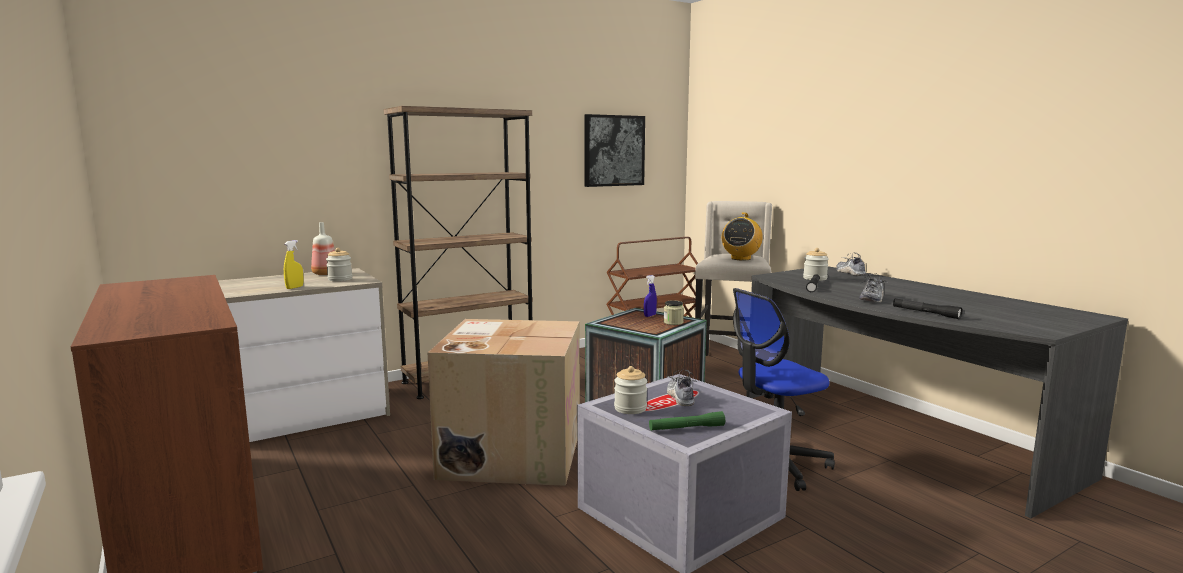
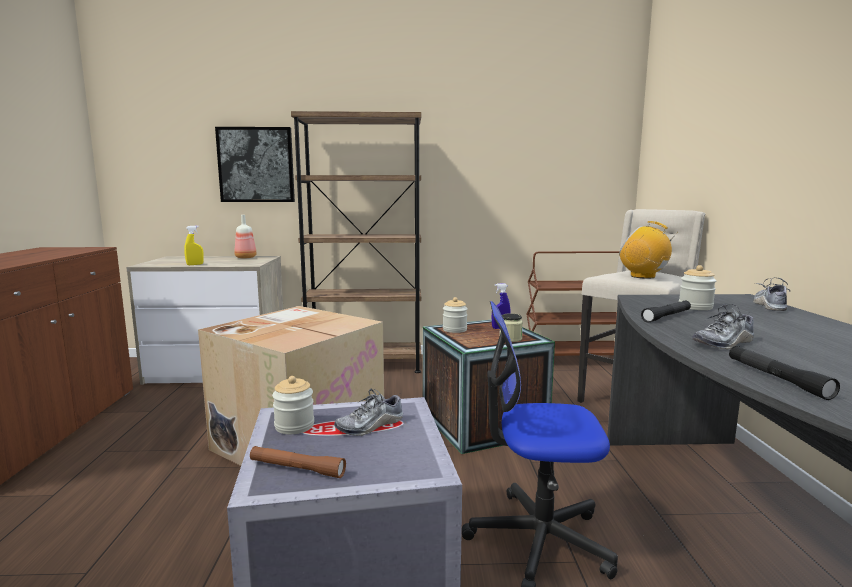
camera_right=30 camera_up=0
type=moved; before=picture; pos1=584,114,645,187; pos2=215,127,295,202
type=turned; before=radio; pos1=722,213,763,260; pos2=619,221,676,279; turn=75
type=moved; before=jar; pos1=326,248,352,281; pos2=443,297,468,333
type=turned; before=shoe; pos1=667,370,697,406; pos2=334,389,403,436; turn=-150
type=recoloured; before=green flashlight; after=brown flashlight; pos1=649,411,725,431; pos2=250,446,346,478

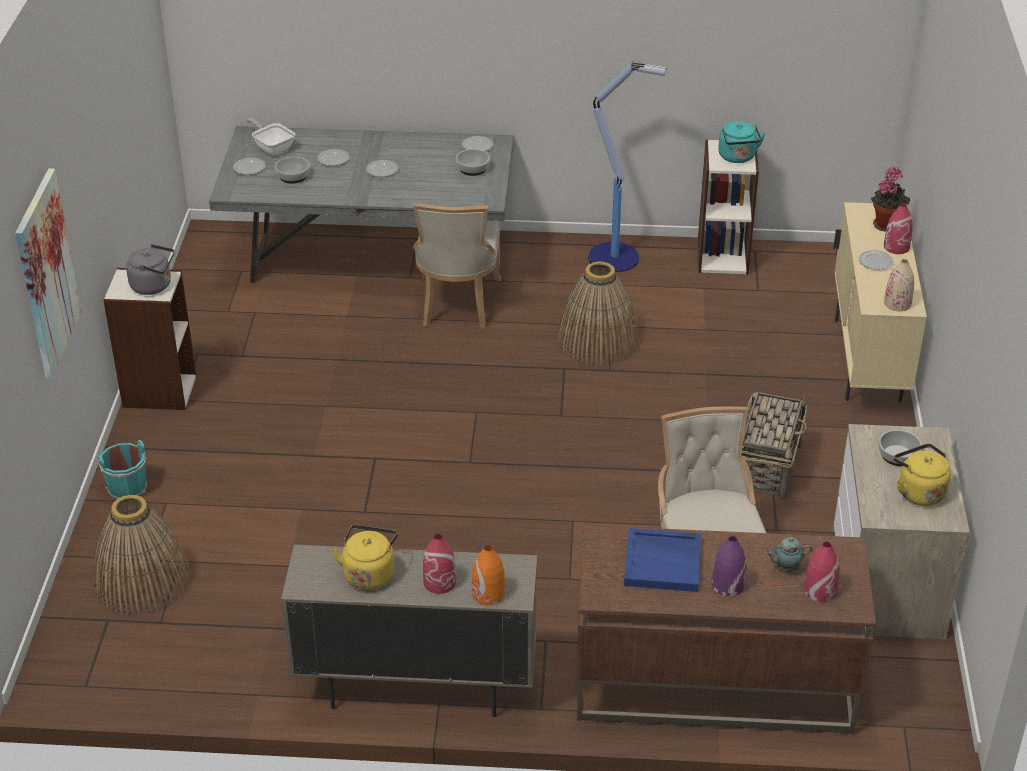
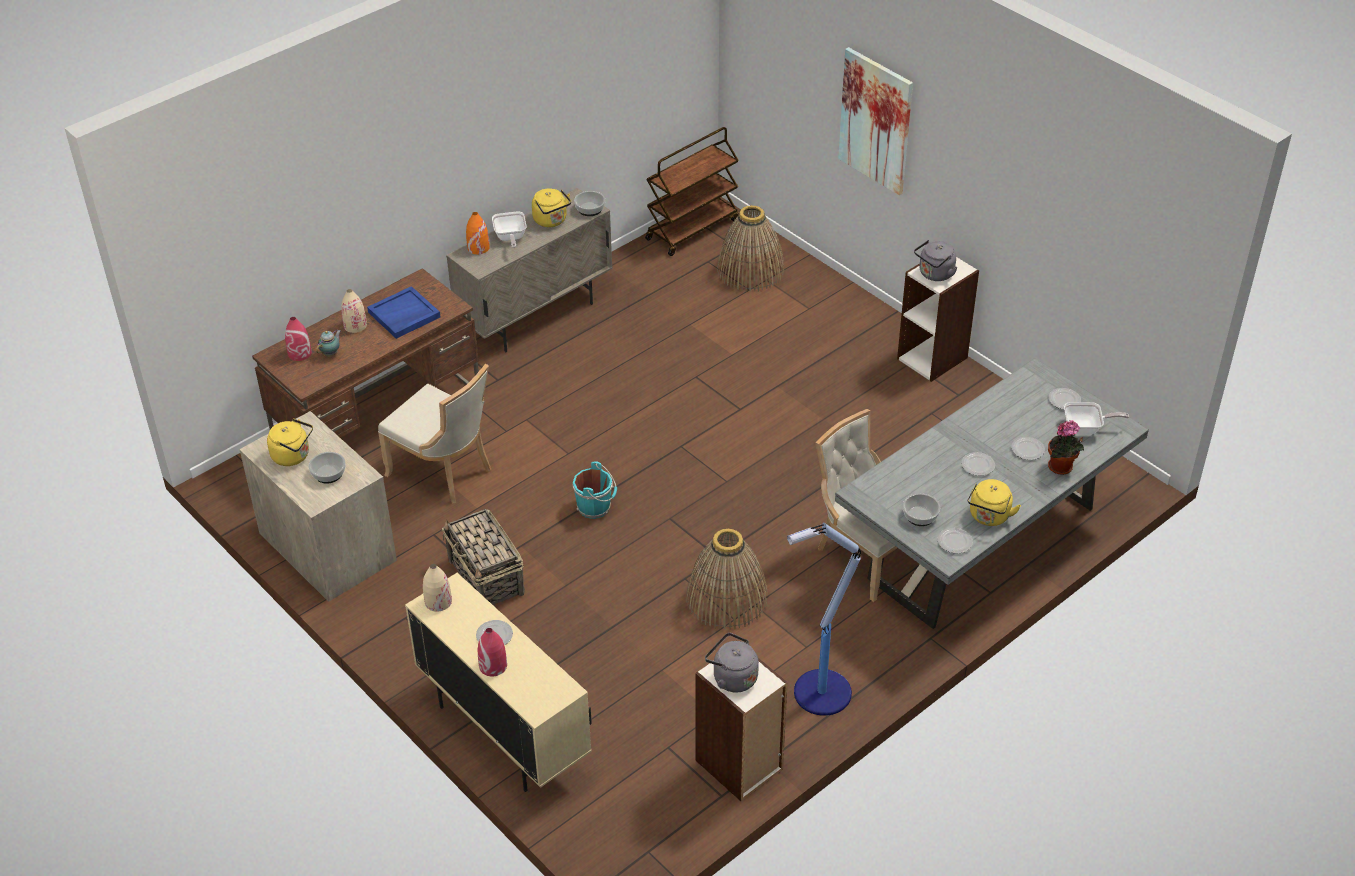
camera_right=135 camera_up=5
type=recoloured; before=turquoise kettle; after=grey kettle; pos1=718,121,765,163; pos2=705,633,759,692
type=moved; before=bowl; pos1=275,157,310,184; pos2=574,191,605,216
type=moved; before=potted plant; pos1=871,167,910,232; pos2=1048,420,1084,475
type=moved; before=turquoise bucket; pos1=95,440,147,500; pos2=573,461,617,519
type=replaced; before=red vase; after=frying pan; pos1=423,534,456,594; pos2=492,211,527,248
type=recoloured; before=purple vase; after=beige vase; pos1=712,536,746,596; pos2=341,289,367,333
type=added; after=brown cart; pos2=645,127,739,256
type=added; after=yellow kettle; pos2=967,479,1021,526

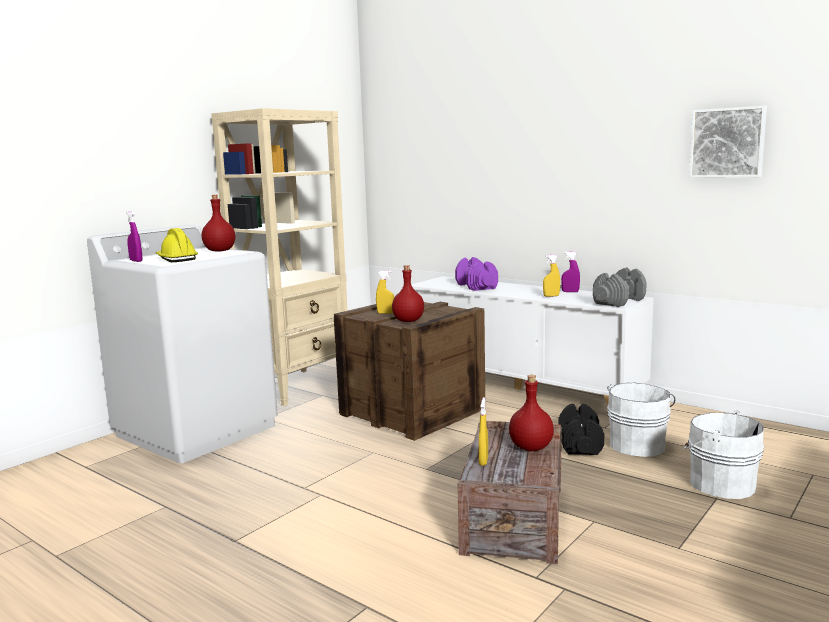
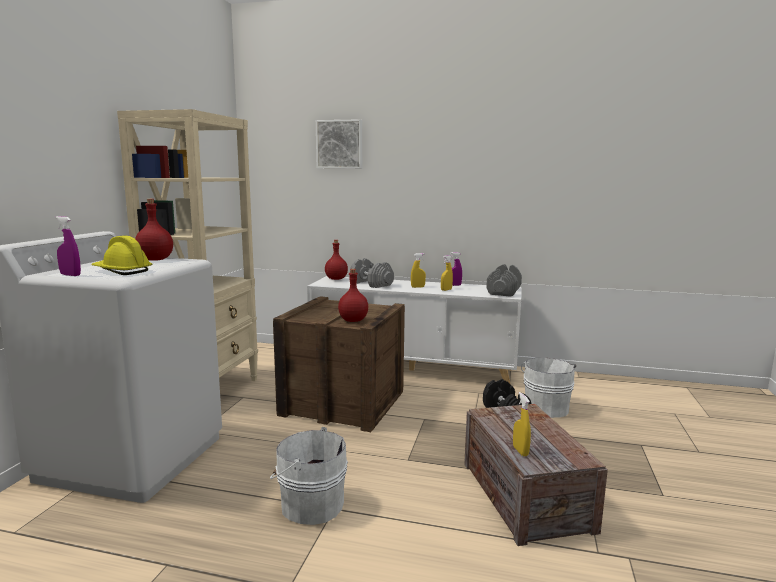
camera_right=-25 camera_up=0
type=moved; before=picture; pos1=689,106,767,178; pos2=316,119,362,169
type=recoloured; before=purple dumbbell; after=grey dumbbell; pos1=455,257,498,291; pos2=350,258,394,288
type=moved; before=yellow spray bottle; pos1=376,270,394,314; pos2=411,253,426,288
type=moved; before=red bottle; pos1=509,375,554,451; pos2=325,240,348,280
type=moved; before=white bucket; pos1=683,410,764,499; pos2=270,427,348,525

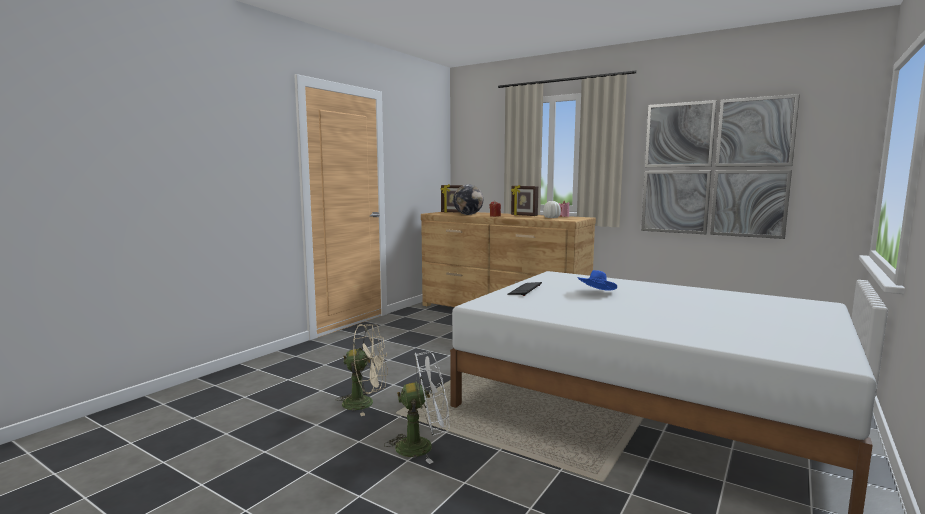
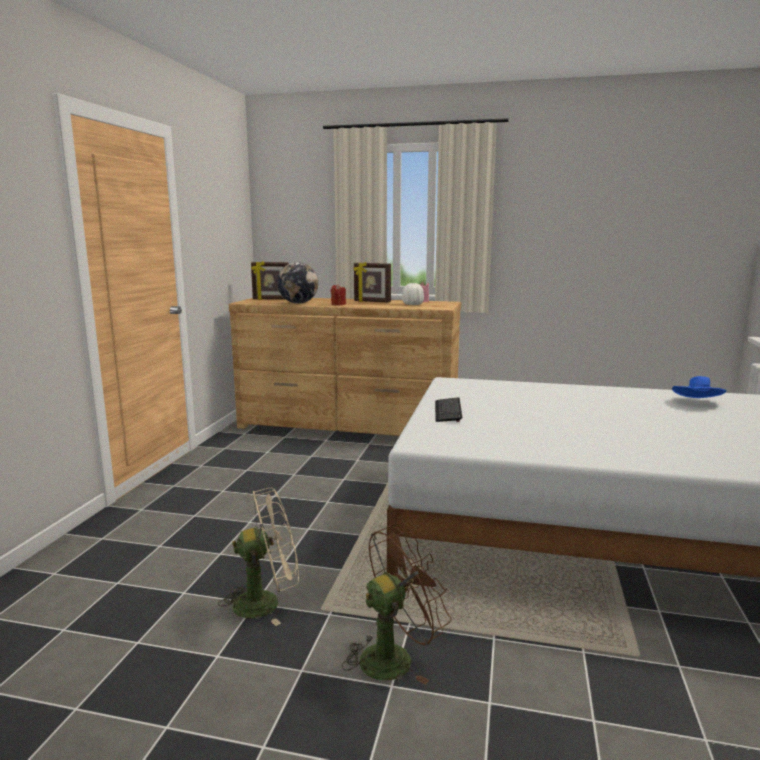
camera_right=-20 camera_up=5
type=removed; before=picture; pos1=641,94,800,239
type=moved; before=blue hat; pos1=577,270,617,291; pos2=672,376,727,398
type=recoloured; before=white fan; after=brown fan; pos1=384,351,449,464; pos2=342,525,452,685

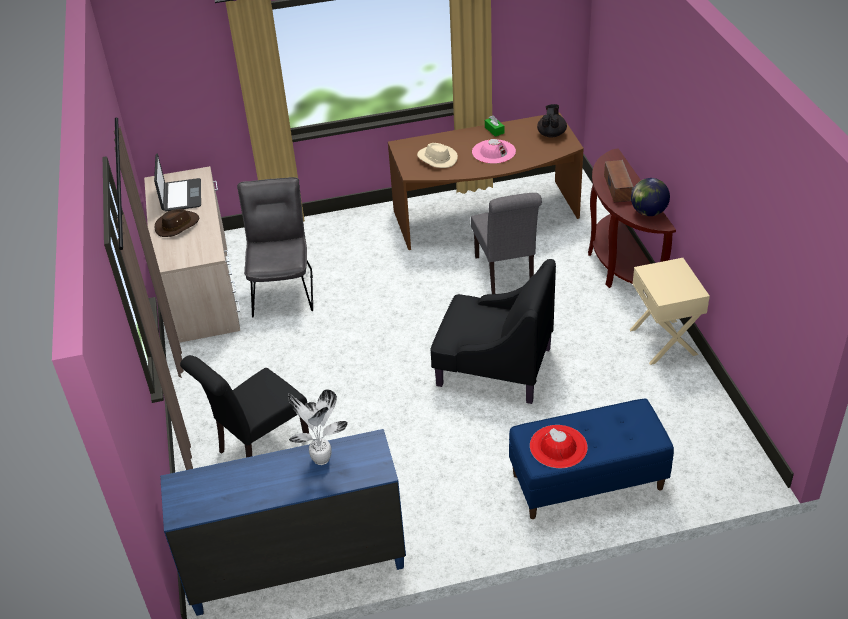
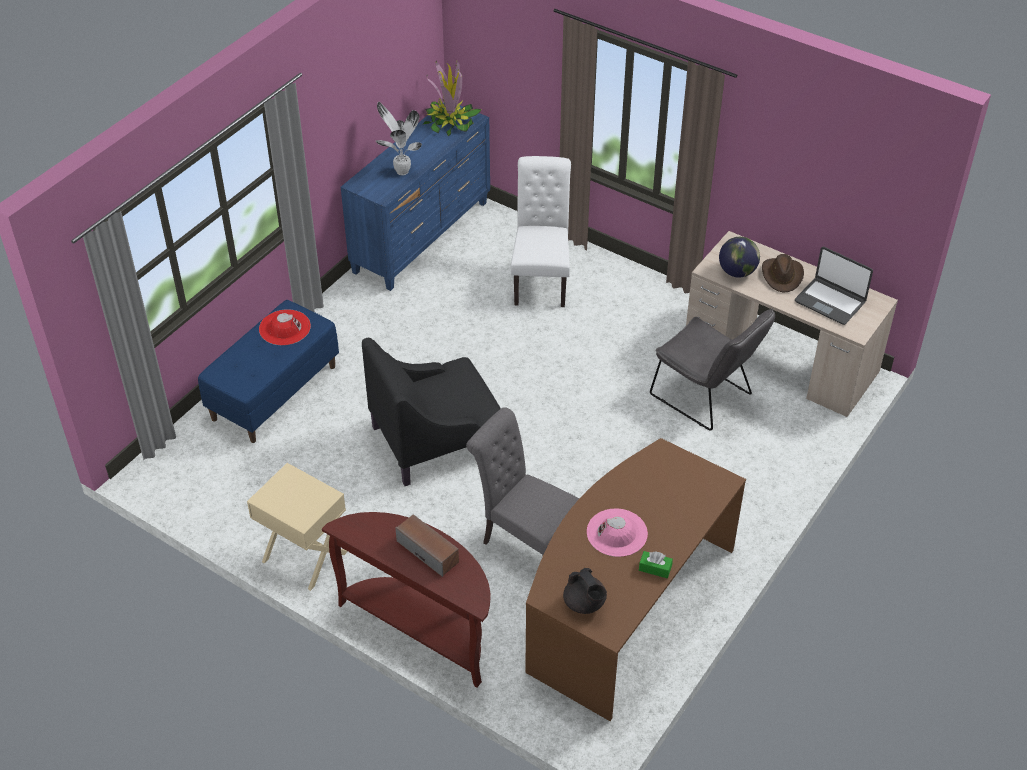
camera_right=135 camera_up=5
type=removed; before=beige hat; pos1=417,143,458,168
type=moved; before=globe; pos1=631,178,670,216; pos2=719,237,760,278
type=recoloured; before=black chair; after=white chair; pos1=180,355,309,458; pos2=511,156,571,307
type=added; after=potted plant; pos2=421,60,481,137

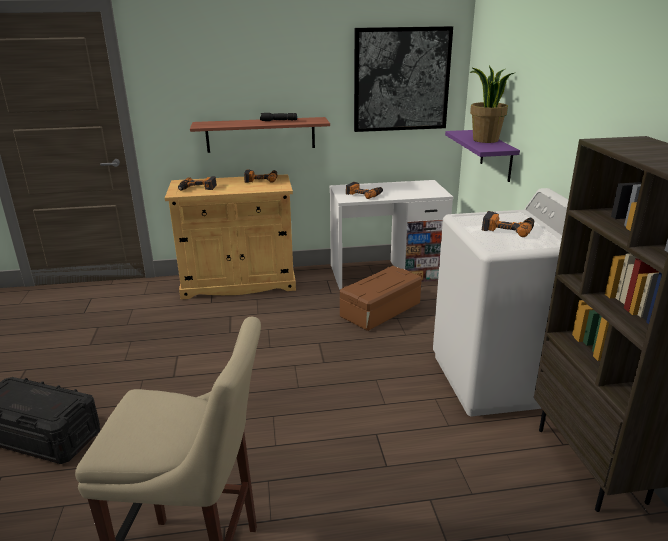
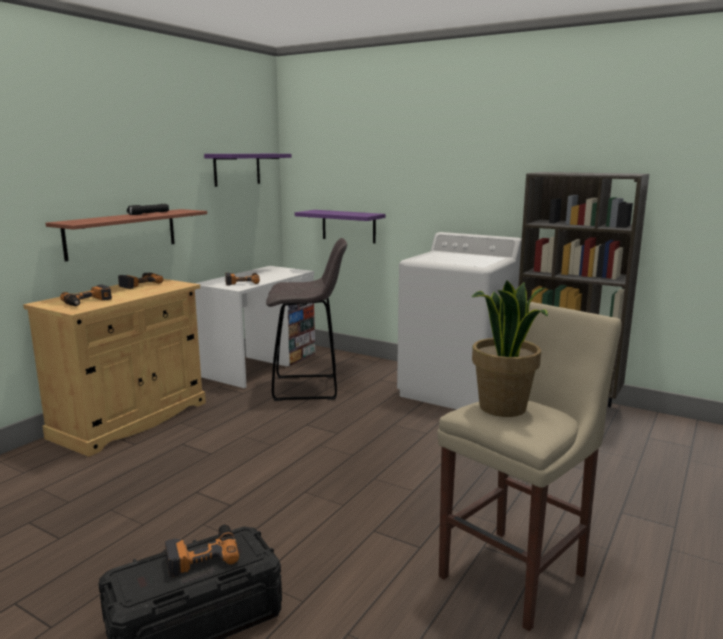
camera_right=-50 camera_up=-10
type=replaced; before=picture; after=purple shelf; pos1=354,26,453,132; pos2=204,154,292,187
type=moved; before=potted plant; pos1=469,65,514,143; pos2=472,280,548,417
type=moved; before=power drill; pos1=482,211,535,237; pos2=165,525,239,578
type=replaced; before=brown storage box; after=grey stool; pos1=340,266,422,331; pos2=266,238,347,401

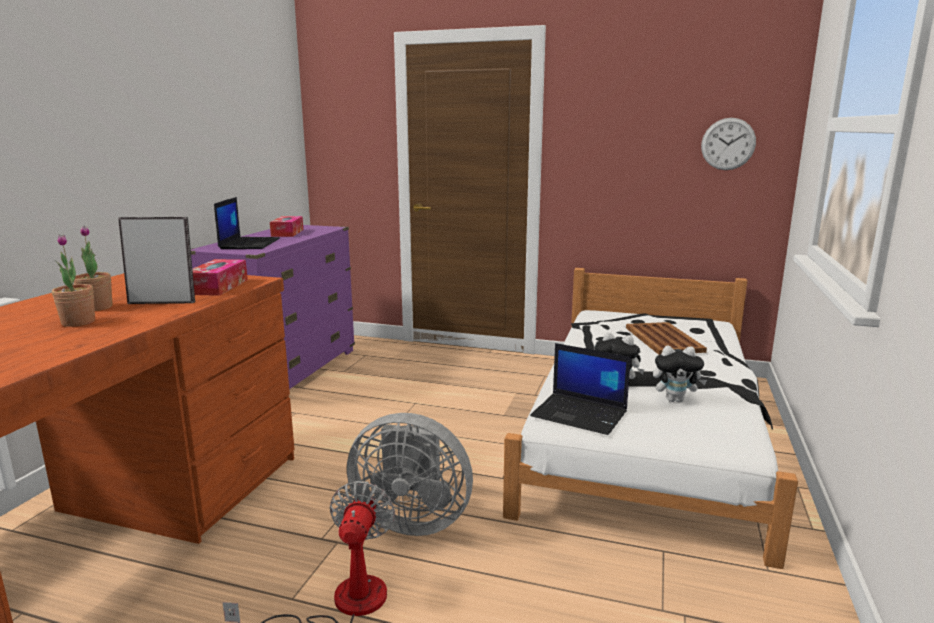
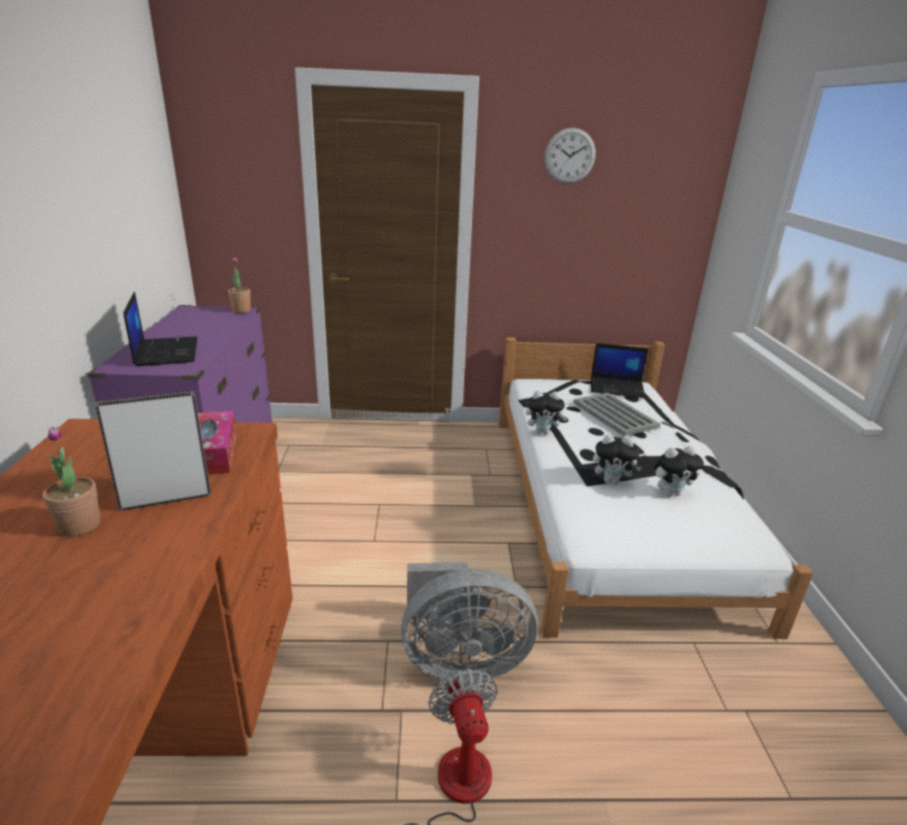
camera_right=-20 camera_up=10
type=moved; before=wall clock; pos1=701,118,756,170; pos2=544,128,596,184
type=removed; before=tissue box; pos1=270,216,303,237
type=moved; before=potted plant; pos1=52,235,95,327; pos2=228,258,251,313
type=recoloured; before=brown tray; after=grey tray; pos1=626,322,707,355; pos2=573,392,660,436
type=moved; before=laptop; pos1=530,343,631,435; pos2=591,343,649,398
type=added; after=plush toy; pos2=526,390,568,434

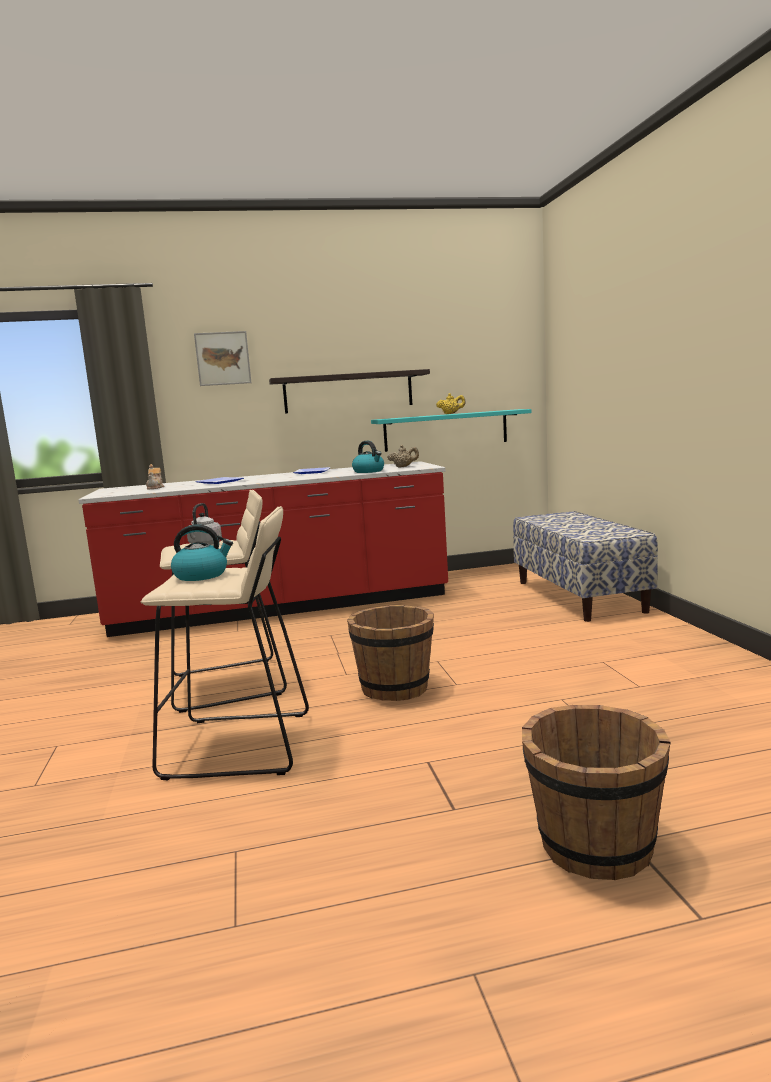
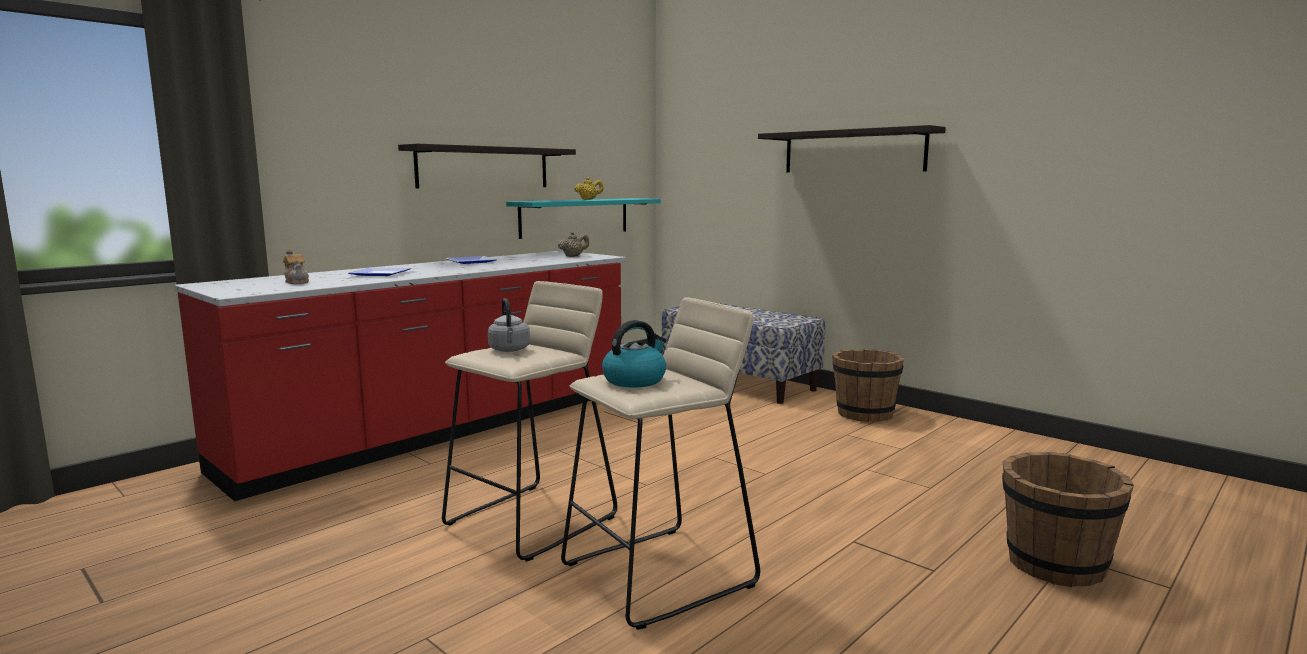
camera_right=-35 camera_up=0
type=removed; before=picture; pos1=194,331,251,386
type=removed; before=kettle; pos1=352,441,384,473
type=moved; before=brown bucket; pos1=347,605,434,701; pos2=832,349,904,422
type=added; after=shelf; pos2=758,125,946,172

